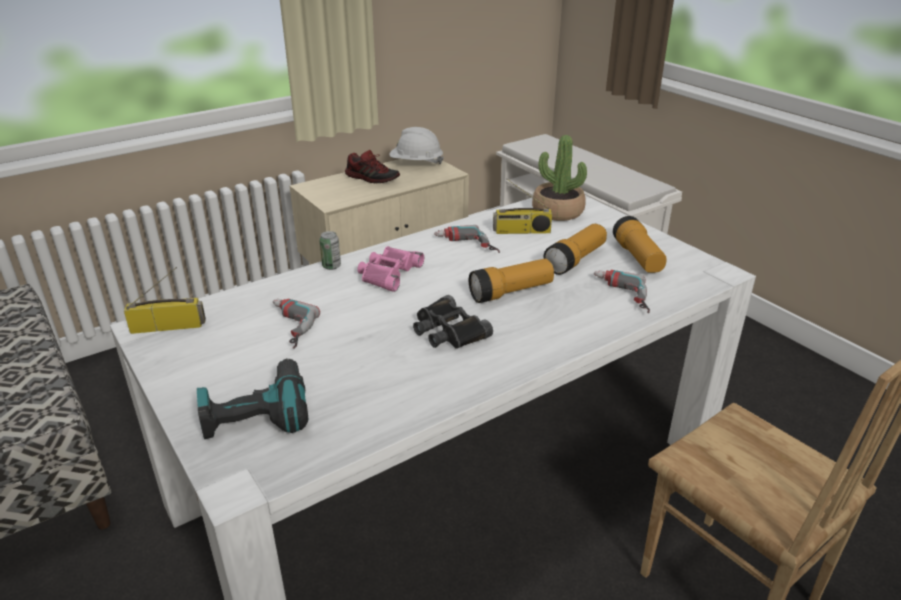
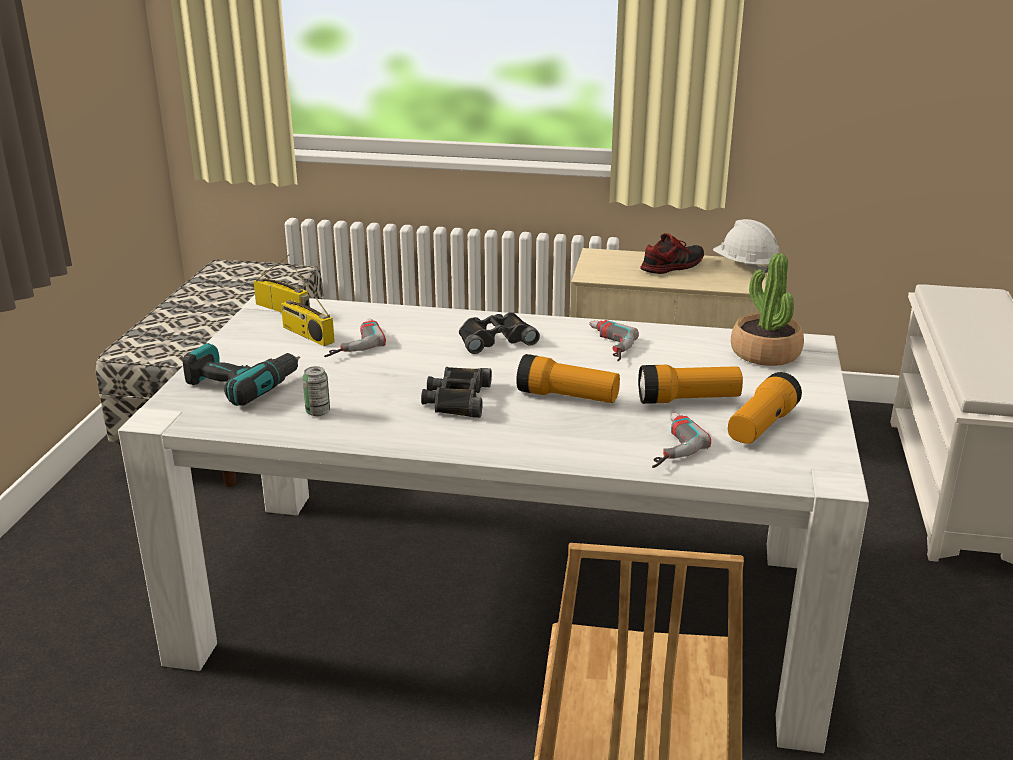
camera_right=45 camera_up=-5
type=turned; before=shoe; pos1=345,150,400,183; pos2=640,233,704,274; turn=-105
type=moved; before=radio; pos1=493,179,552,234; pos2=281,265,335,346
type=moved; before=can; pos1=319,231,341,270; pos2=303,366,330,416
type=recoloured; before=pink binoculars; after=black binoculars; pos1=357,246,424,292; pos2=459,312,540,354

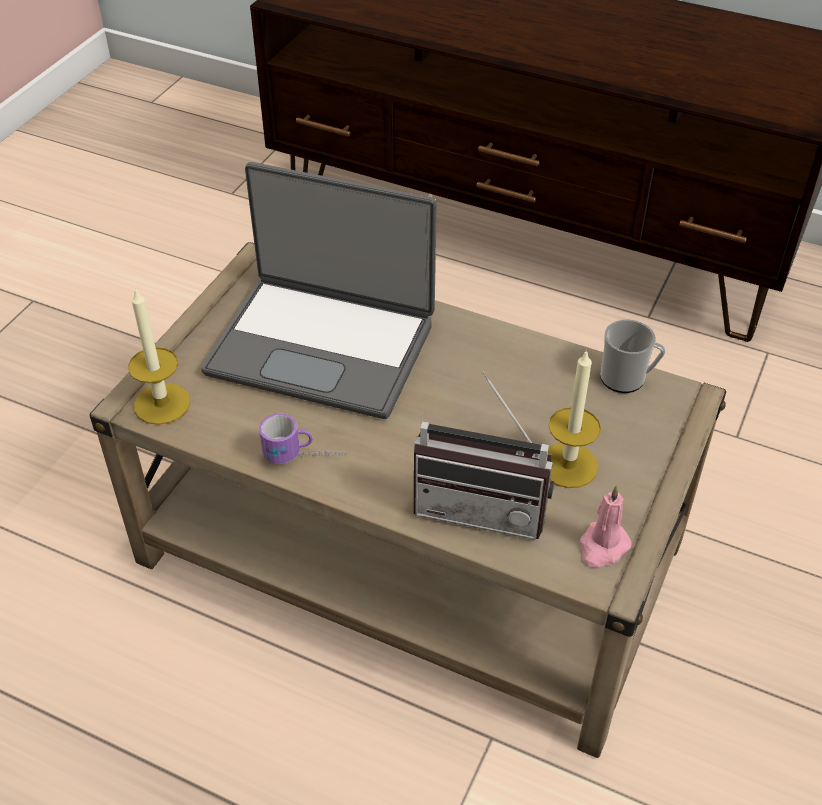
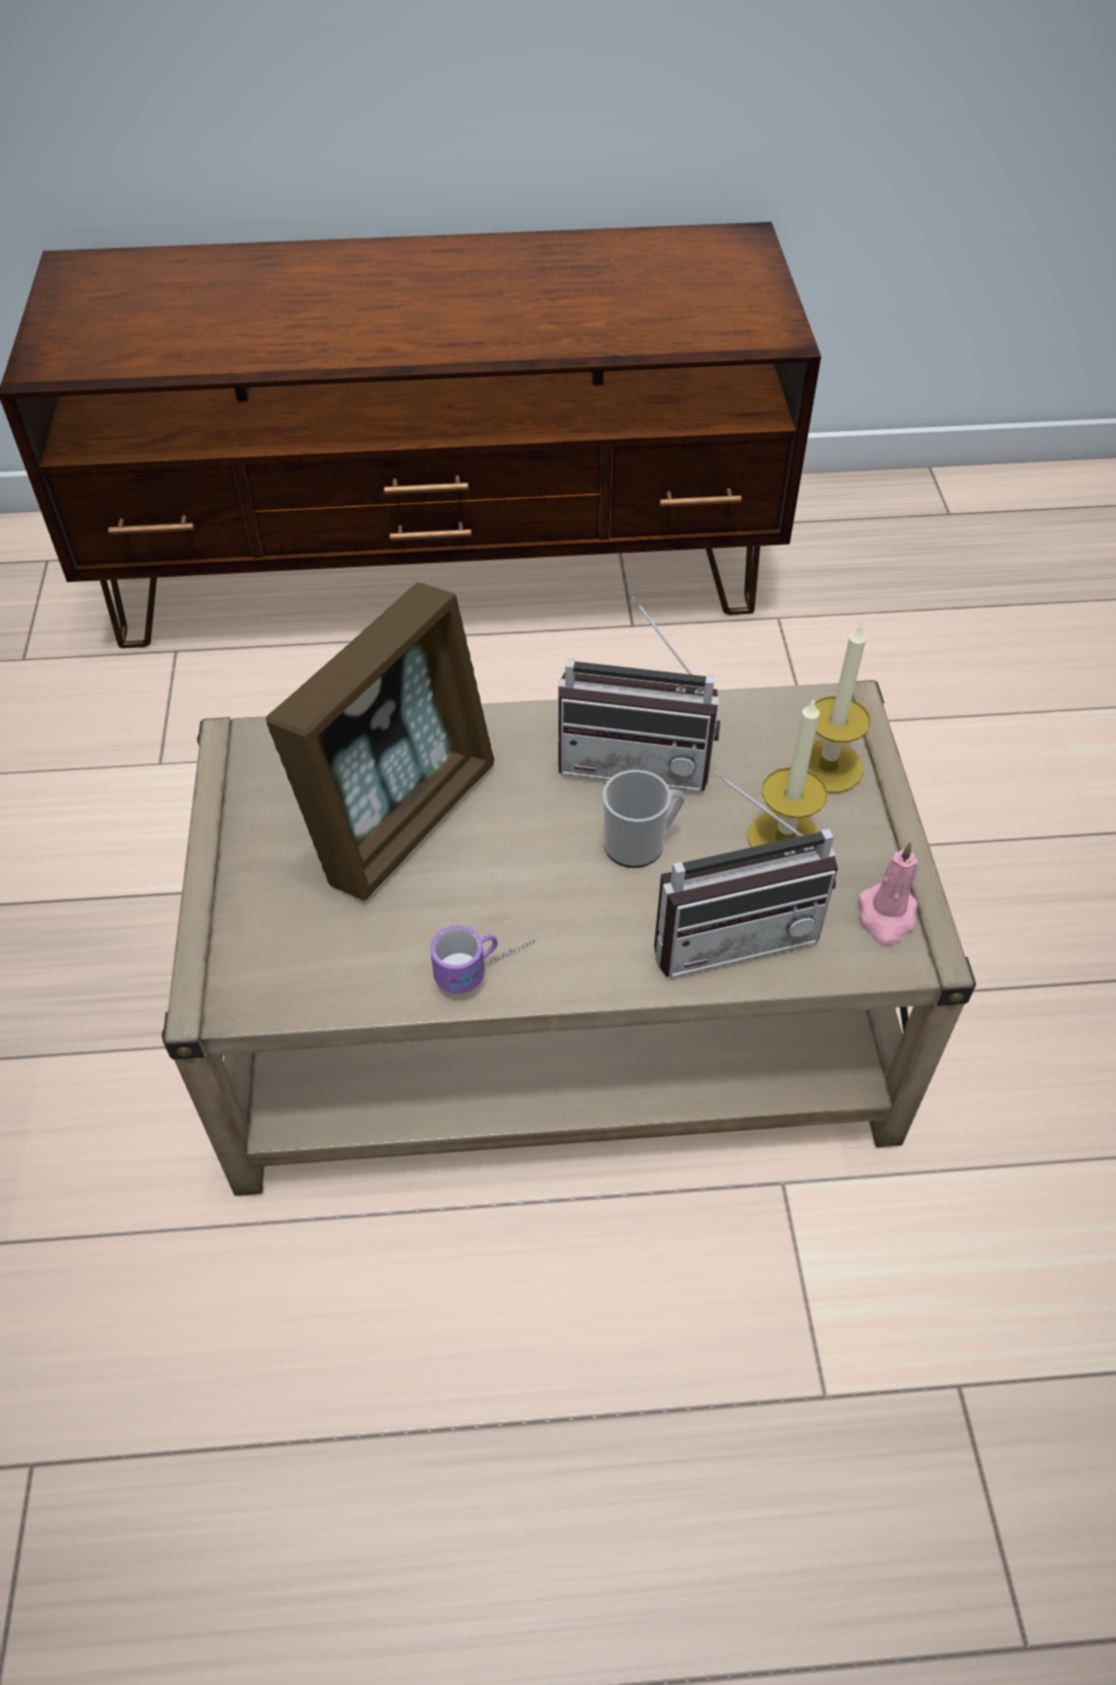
camera_right=-30 camera_up=5
type=replaced; before=laptop; after=picture frame; pos1=201,162,437,419; pos2=266,583,494,901
type=moved; before=candle; pos1=128,288,190,425; pos2=807,623,871,793
type=moved; before=mug; pos1=600,319,665,393; pos2=602,770,685,868
type=added; after=radio; pos2=558,596,721,791

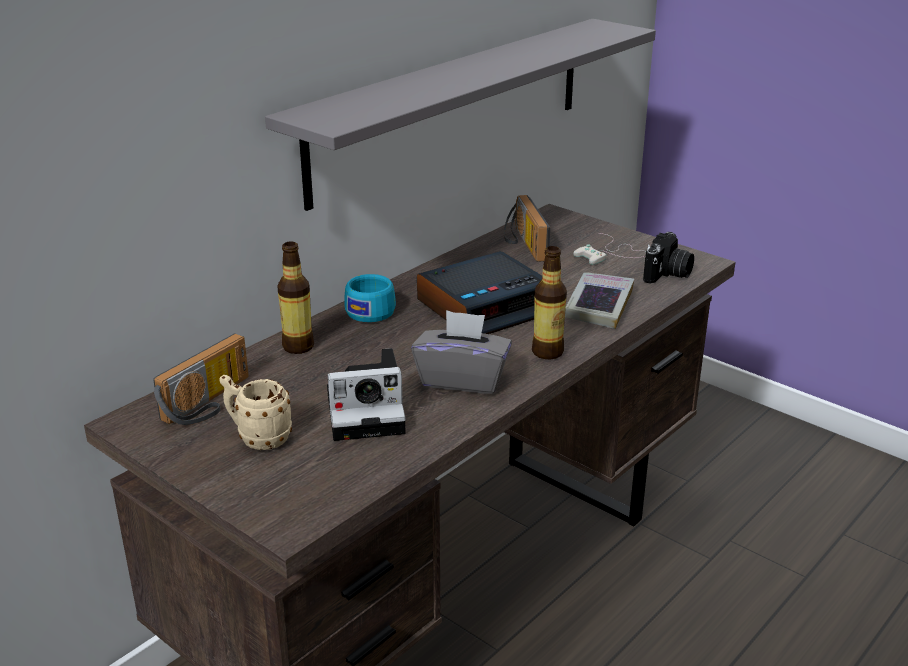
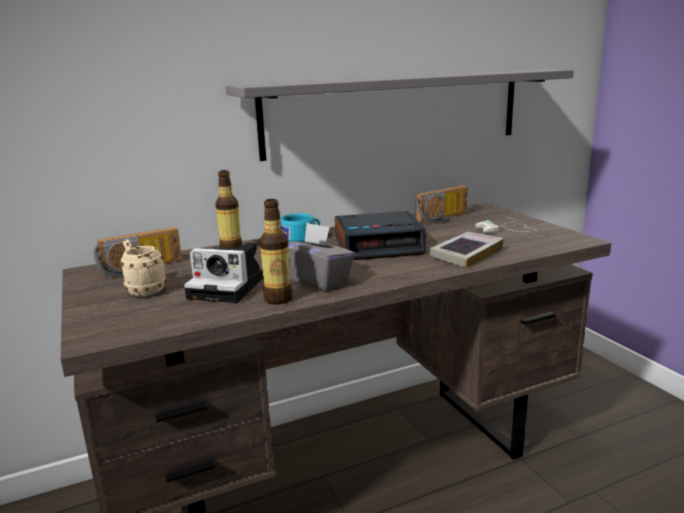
camera_right=25 camera_up=-10
type=turned; before=radio; pos1=504,195,550,262; pos2=415,185,468,223; turn=-135
type=removed; before=photo camera; pos1=643,232,694,284
type=moved; before=bottle; pos1=532,246,567,359; pos2=259,199,292,304

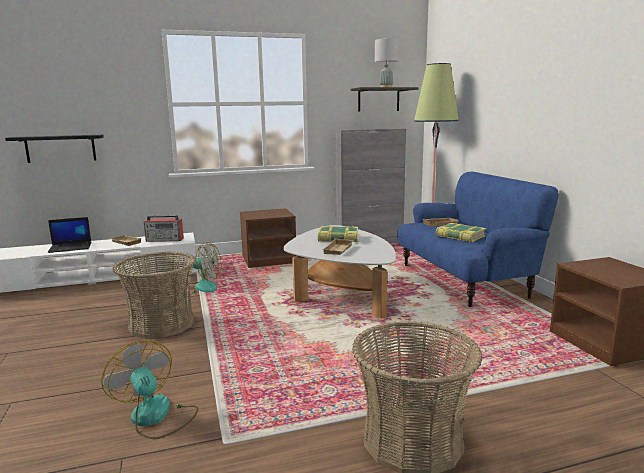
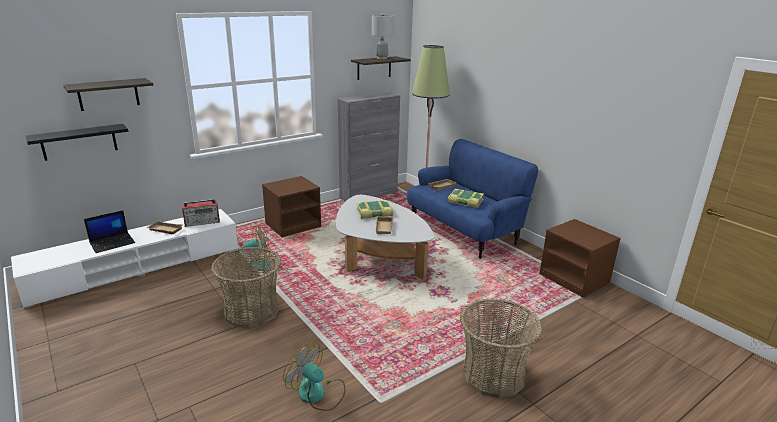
camera_right=-20 camera_up=10
type=added; after=shelf; pos2=63,78,153,111

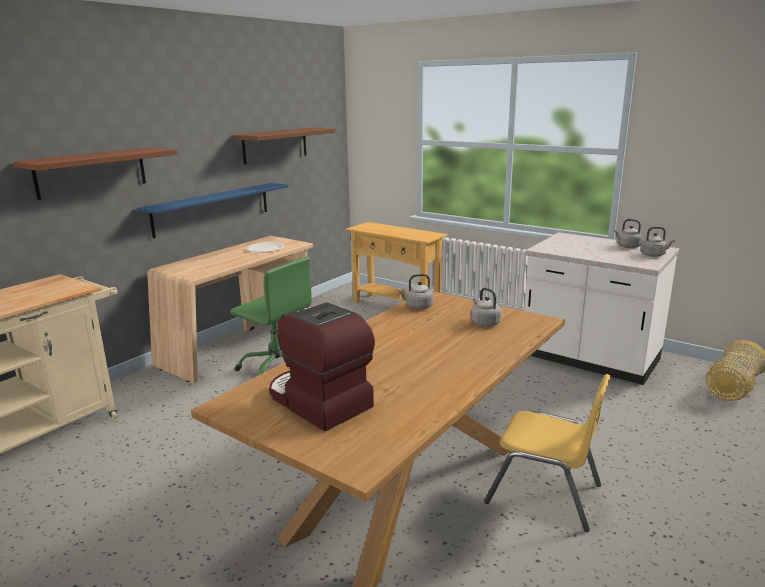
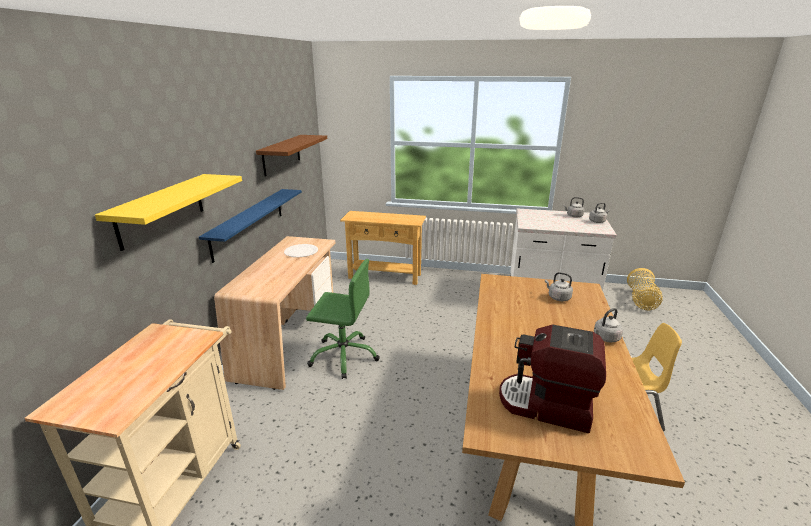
camera_right=-25 camera_up=5
type=recoloured; before=brown shelf; after=yellow shelf; pos1=13,147,177,200; pos2=95,174,242,251
type=moved; before=grey kettle; pos1=398,274,434,309; pos2=594,308,623,342

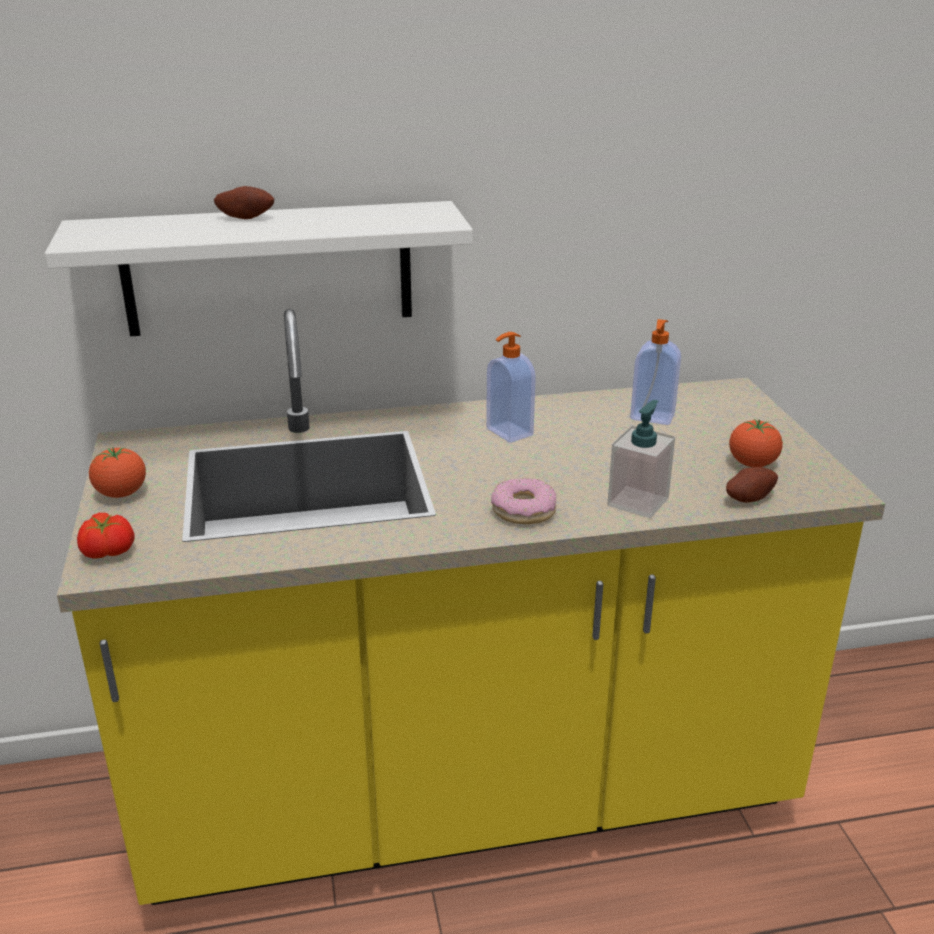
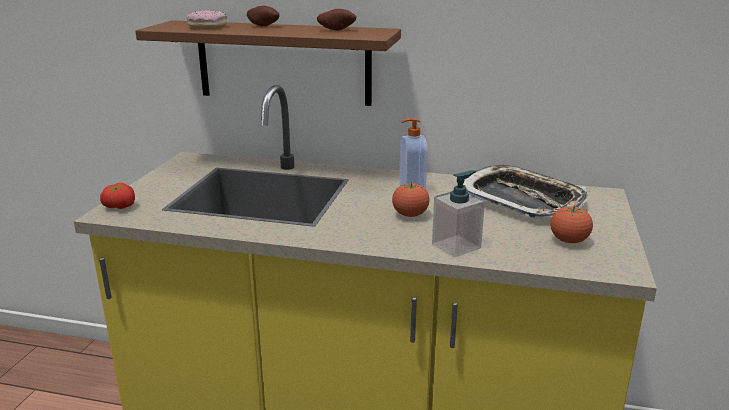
camera_right=25 camera_up=-5
type=recoloured; before=white shelf; after=brown shelf; pos1=45,201,473,336; pos2=135,20,401,106
type=replaced; before=soap dispenser; after=tray; pos1=630,319,681,425; pos2=463,165,588,220
type=moved; before=tomato; pos1=89,447,146,498; pos2=392,182,430,217
type=moved; before=potato; pos1=726,467,778,503; pos2=317,9,357,30
type=moved; before=donut; pos1=491,478,556,524; pos2=187,10,227,29

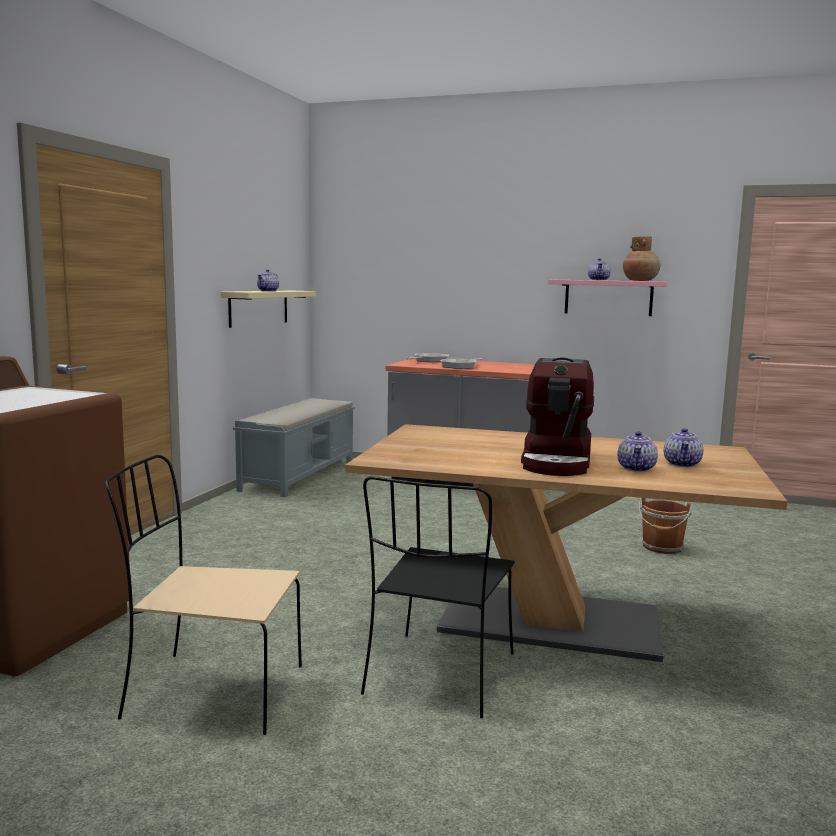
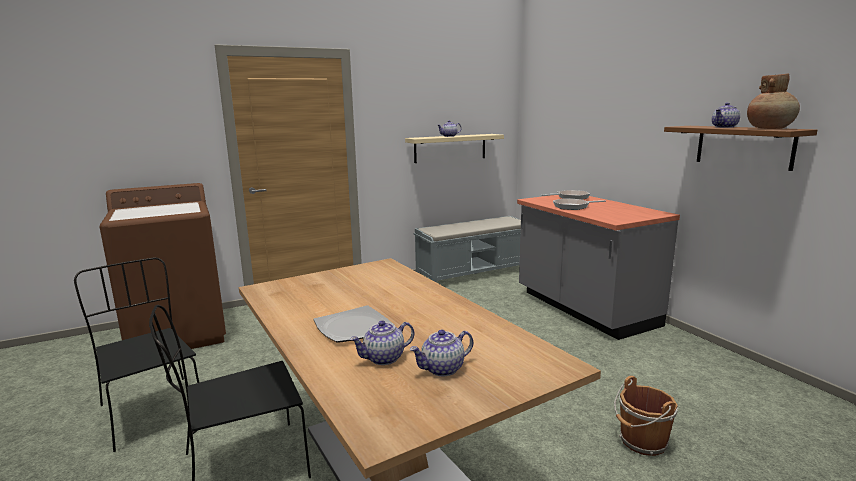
camera_right=45 camera_up=5
type=recoloured; before=pink shelf; after=brown shelf; pos1=548,279,668,316; pos2=664,126,817,171
type=replaced; before=coffee machine; after=plate; pos1=521,357,594,476; pos2=313,305,393,343
type=recoloured; before=beige chair; after=black chair; pos1=105,455,302,735; pos2=74,257,200,452

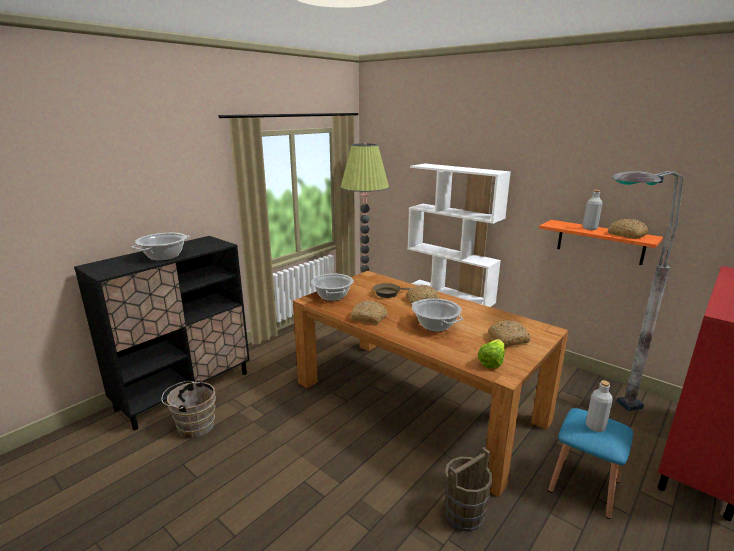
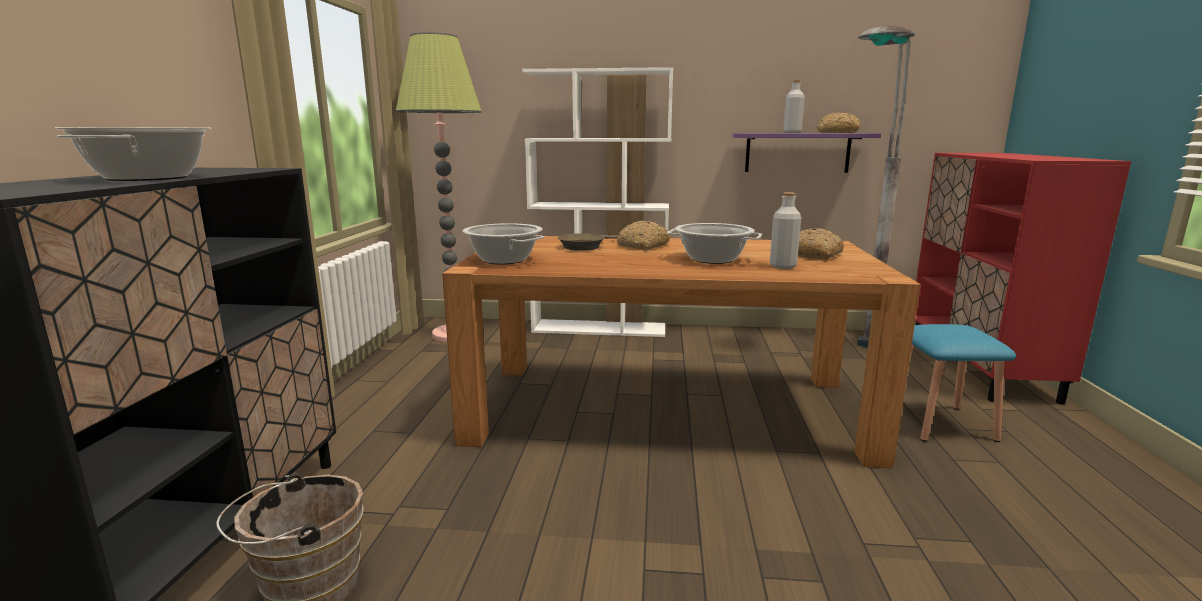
camera_right=-35 camera_up=-5
type=recoloured; before=orange shelf; after=purple shelf; pos1=539,220,663,265; pos2=733,133,881,173
type=removed; before=bread; pos1=351,301,388,324
type=removed; before=lettuce; pos1=478,339,505,369
type=moved; before=grey bottle; pos1=586,380,613,432; pos2=770,192,801,269
type=removed; before=brown bucket; pos1=445,447,492,532

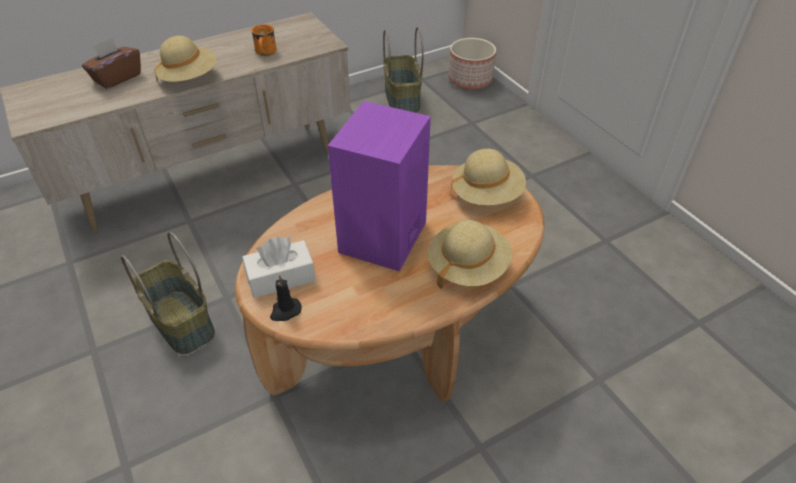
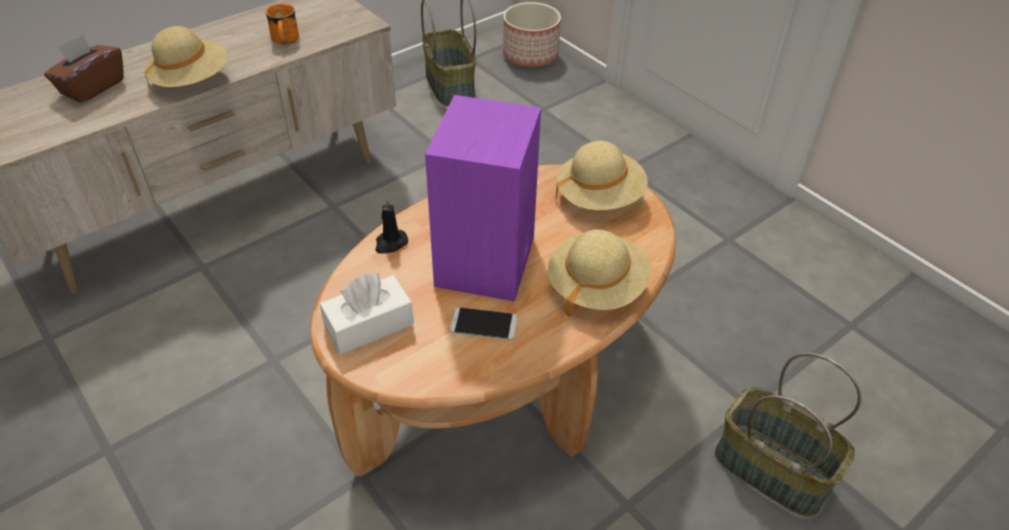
camera_right=-10 camera_up=0
type=moved; before=basket; pos1=121,232,215,354; pos2=715,353,862,516
type=moved; before=black candle; pos1=270,275,302,321; pos2=375,198,408,254
type=added; after=phone; pos2=450,307,518,340

